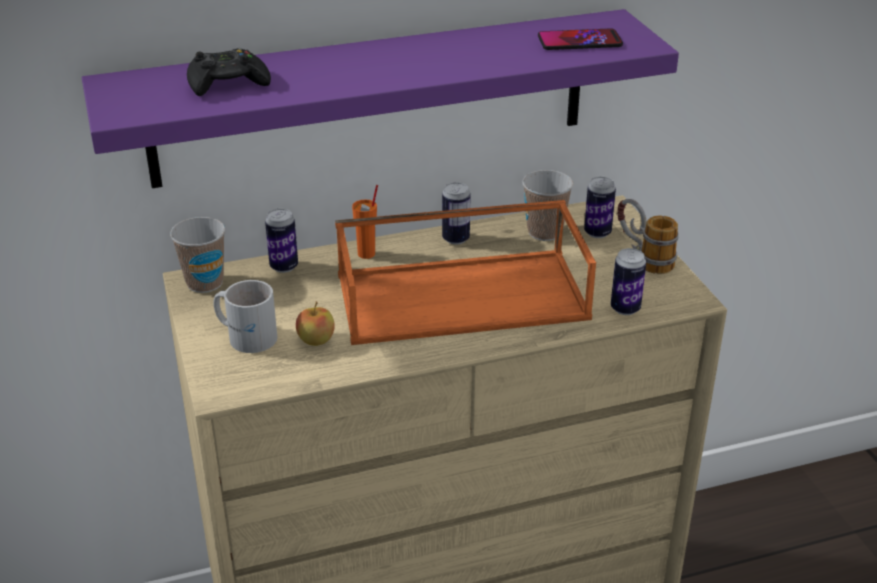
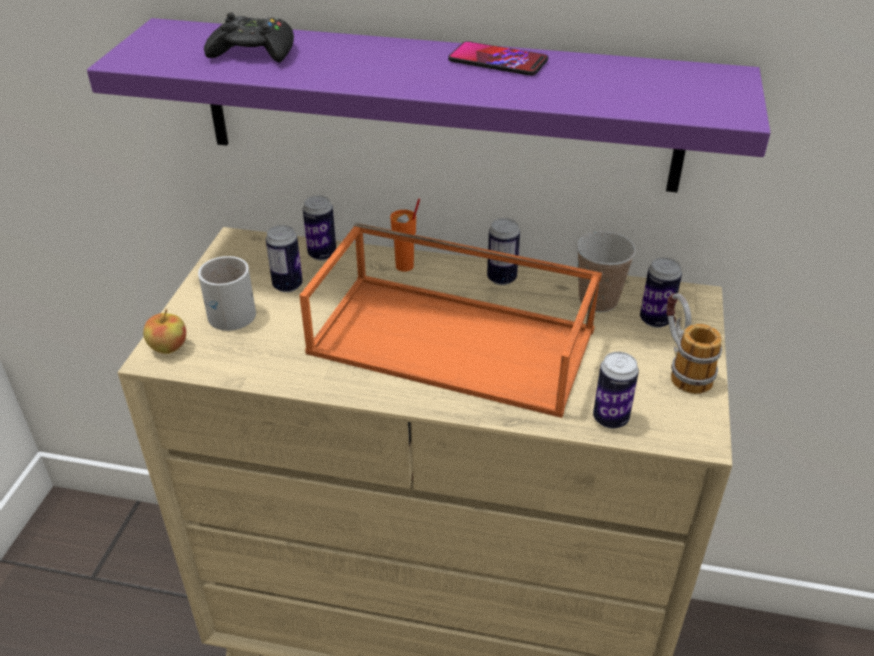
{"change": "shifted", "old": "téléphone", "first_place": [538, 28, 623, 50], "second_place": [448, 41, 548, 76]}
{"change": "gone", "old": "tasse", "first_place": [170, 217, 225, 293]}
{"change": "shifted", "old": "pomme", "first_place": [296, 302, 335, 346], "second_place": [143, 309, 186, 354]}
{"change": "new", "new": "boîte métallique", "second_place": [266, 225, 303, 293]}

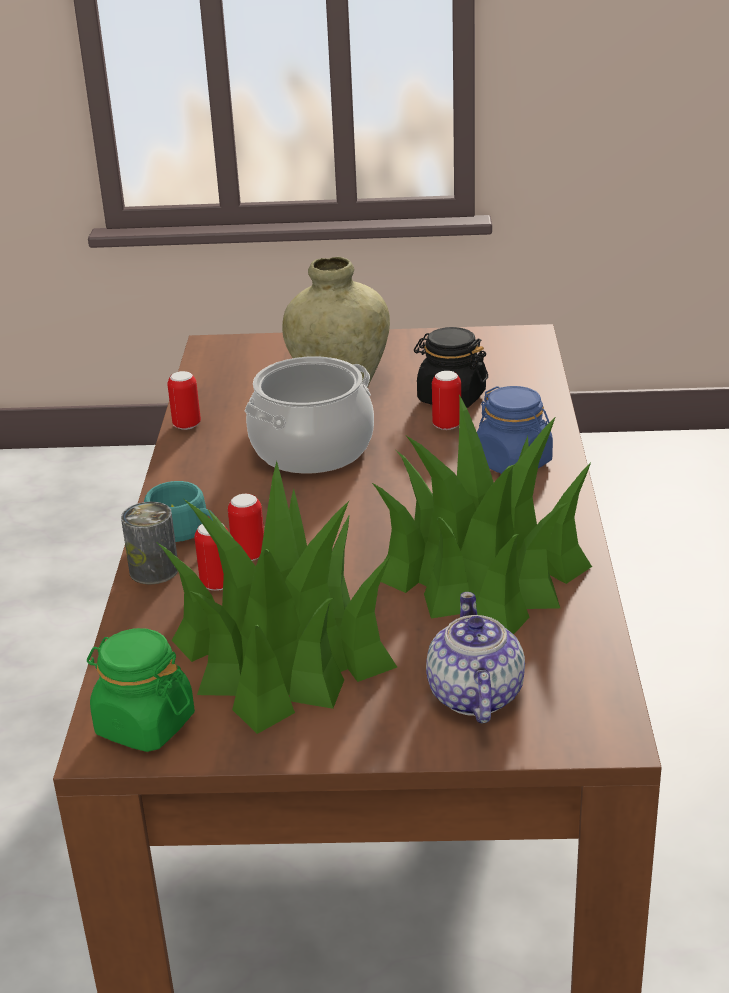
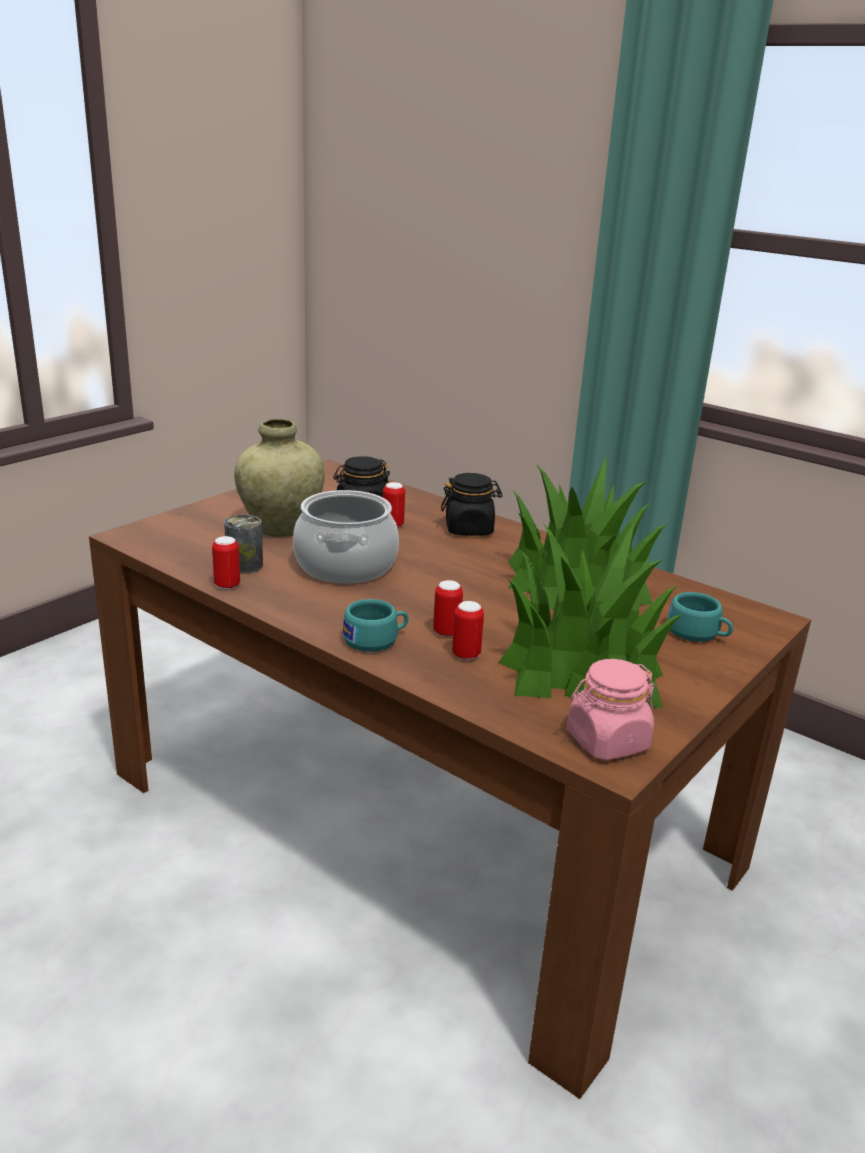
{"change": "repainted", "old": "bocal (bleu)", "new": "bocal (noir)", "first_place": [477, 386, 553, 474], "second_place": [441, 473, 503, 536]}
{"change": "shifted", "old": "boîte métallique", "first_place": [121, 502, 178, 584], "second_place": [224, 515, 263, 574]}
{"change": "swapped", "old": "théière", "new": "tasse (turquoise)", "first_place": [426, 592, 525, 724], "second_place": [667, 592, 733, 642]}
{"change": "repainted", "old": "bocal (vert)", "new": "bocal (rose)", "first_place": [87, 628, 195, 752], "second_place": [567, 659, 655, 760]}

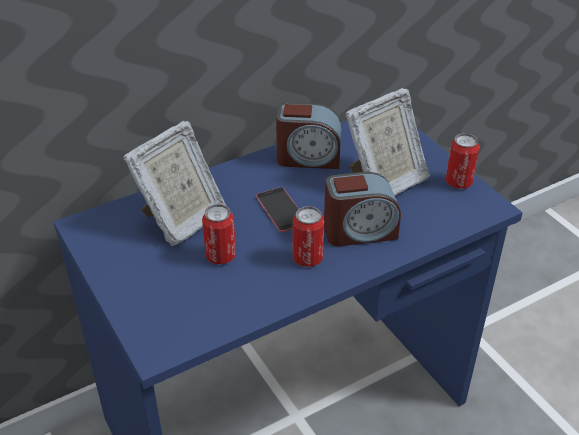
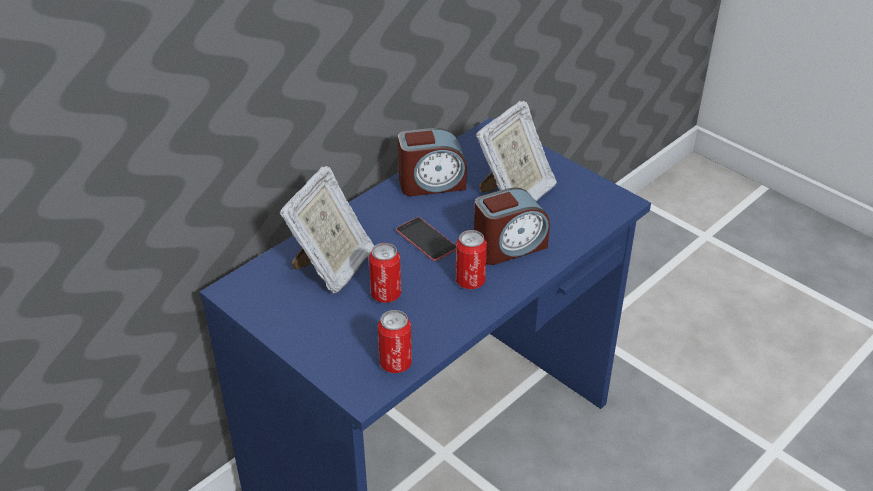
{"change": "shifted", "old": "boîte métallique", "first_place": [445, 133, 479, 189], "second_place": [378, 310, 412, 373]}

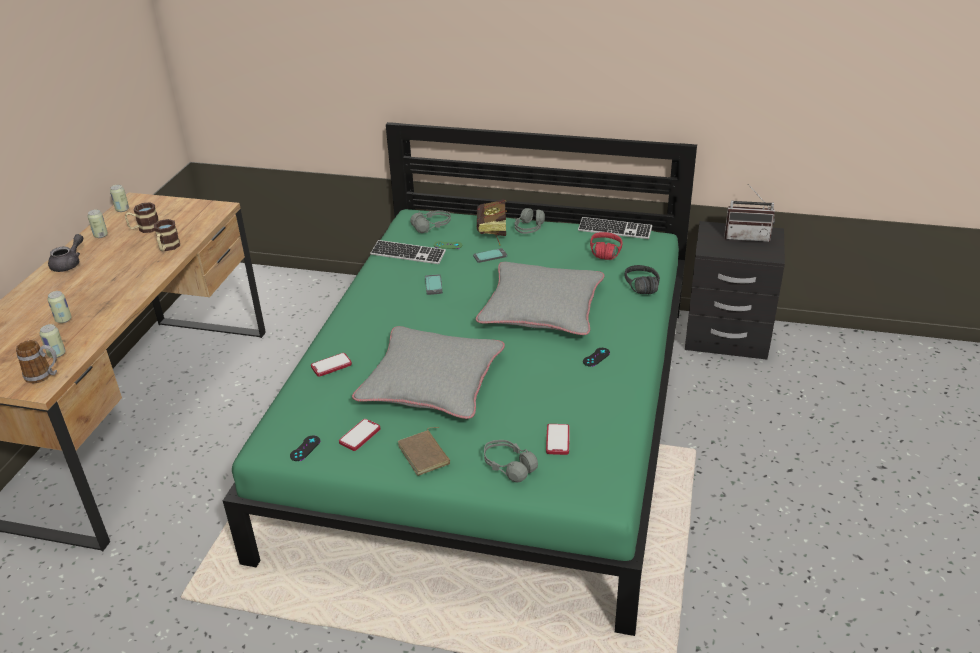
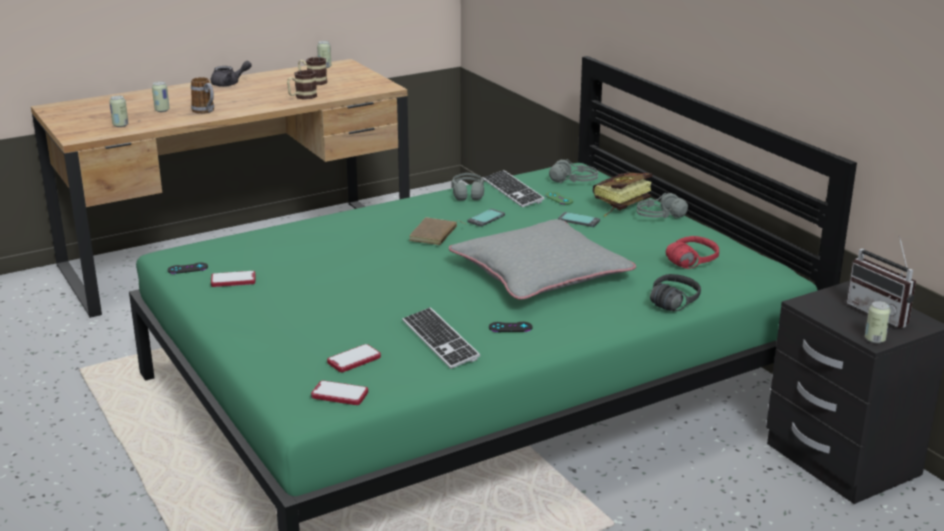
{"change": "shifted", "old": "boîte métallique", "first_place": [87, 209, 108, 238], "second_place": [865, 301, 891, 344]}
{"change": "shifted", "old": "clavier", "first_place": [578, 217, 652, 239], "second_place": [402, 307, 480, 369]}
{"change": "gone", "old": "coussin (gris)", "first_place": [352, 326, 505, 419]}
{"change": "shifted", "old": "mug", "first_place": [16, 340, 57, 383], "second_place": [191, 77, 214, 114]}
{"change": "shifted", "old": "téléphone", "first_place": [311, 353, 352, 377], "second_place": [311, 381, 368, 405]}
{"change": "shifted", "old": "livre (marron)", "first_place": [398, 427, 450, 476], "second_place": [409, 217, 467, 245]}
{"change": "shifted", "old": "casque audio (gris)", "first_place": [484, 440, 538, 482], "second_place": [452, 173, 484, 201]}

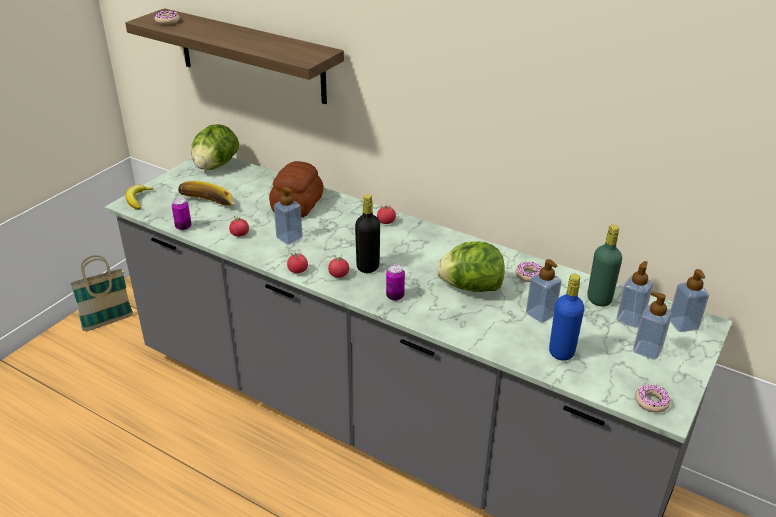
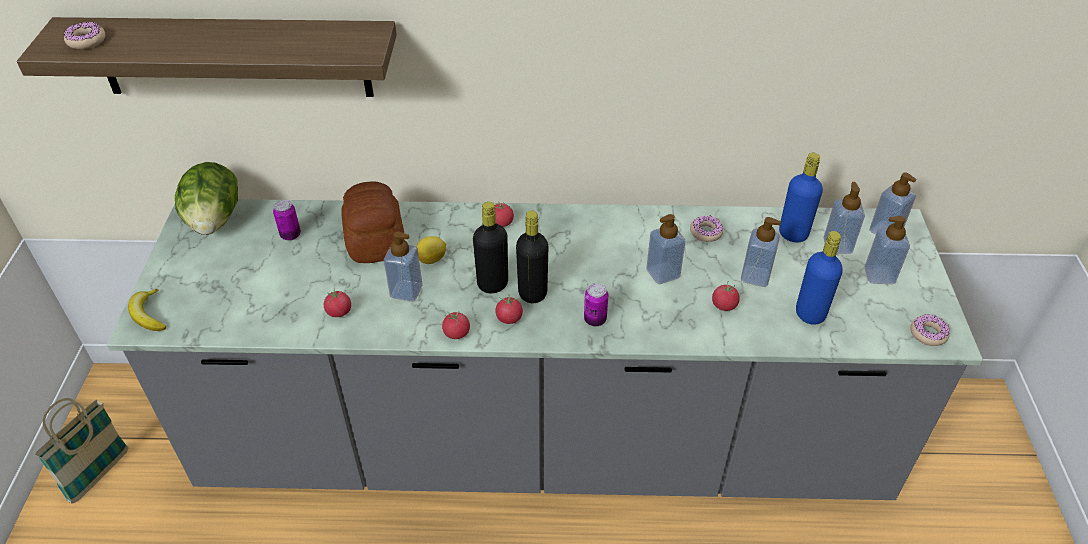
{"change": "gone", "old": "banane", "first_place": [178, 181, 235, 206]}
{"change": "shifted", "old": "boîte métallique", "first_place": [172, 198, 191, 231], "second_place": [273, 200, 301, 241]}
{"change": "repainted", "old": "bouteille (vert)", "new": "bouteille (bleu)", "first_place": [587, 225, 622, 306], "second_place": [779, 153, 823, 242]}
{"change": "swapped", "old": "laitue", "new": "distributeur de savon", "first_place": [437, 242, 504, 292], "second_place": [646, 214, 686, 284]}
{"change": "new", "new": "bouteille (noir)", "second_place": [473, 202, 508, 293]}
{"change": "new", "new": "citron", "second_place": [416, 236, 446, 264]}
{"change": "new", "new": "tomate", "second_place": [712, 281, 740, 311]}

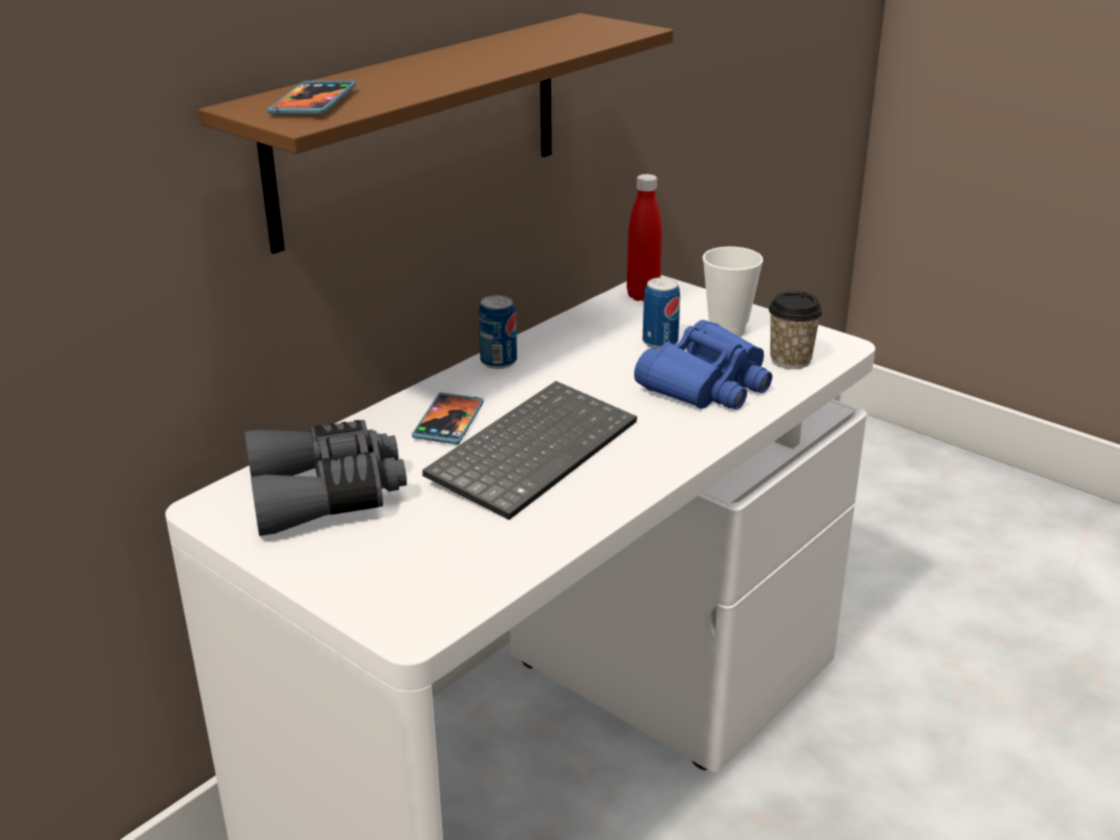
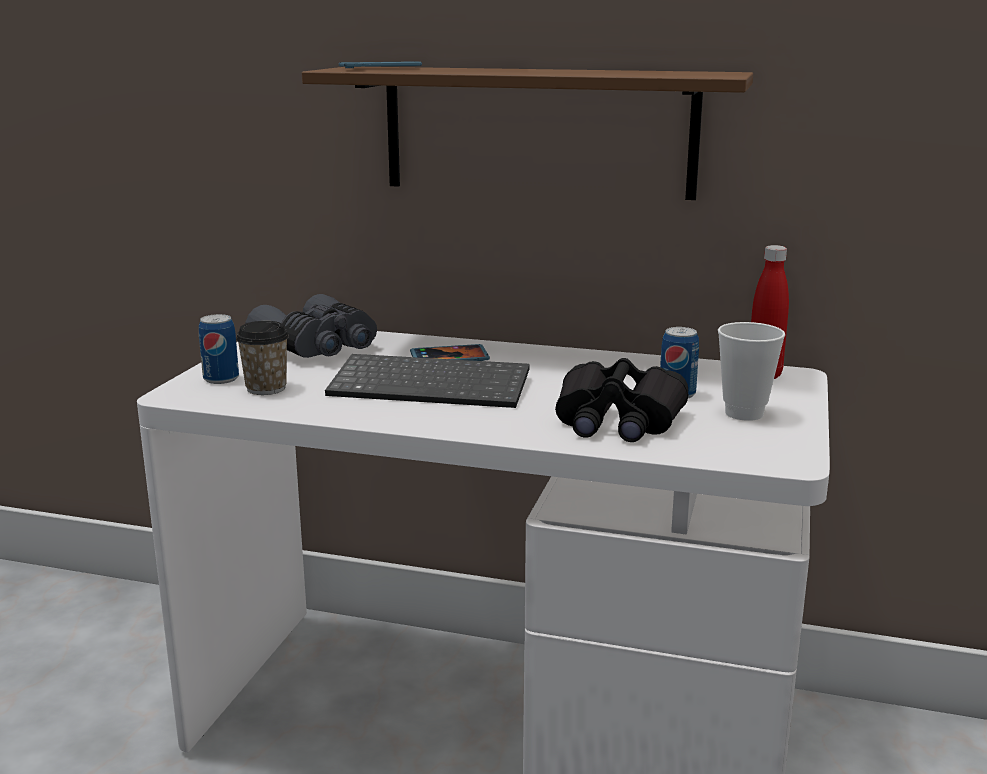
{"change": "shifted", "old": "tasse", "first_place": [769, 291, 822, 369], "second_place": [236, 321, 289, 395]}
{"change": "shifted", "old": "boîte métallique", "first_place": [479, 295, 517, 369], "second_place": [199, 314, 239, 384]}
{"change": "repainted", "old": "jumelles (bleu)", "new": "jumelles (noir)", "first_place": [634, 320, 772, 410], "second_place": [555, 358, 689, 442]}

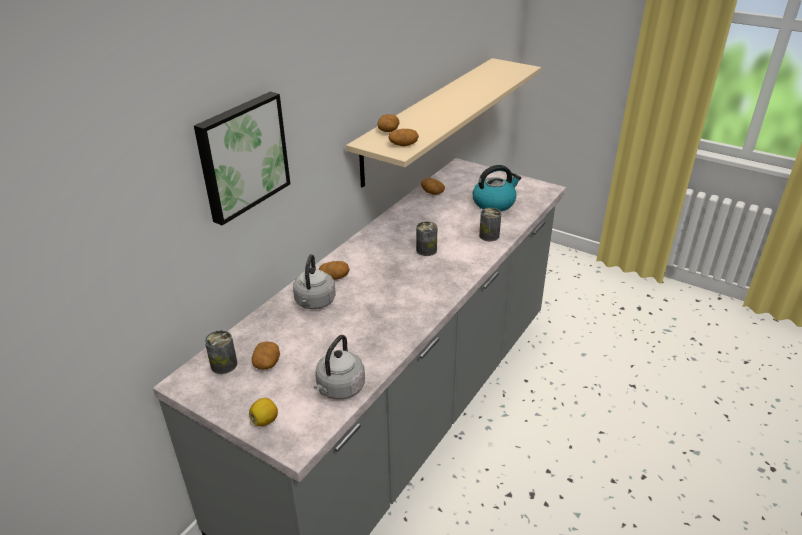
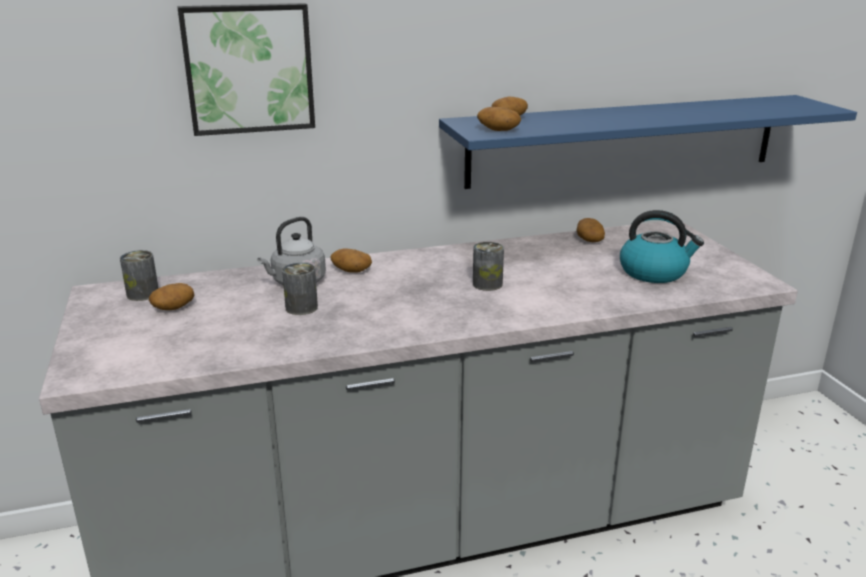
{"change": "repainted", "old": "étagère (beige)", "new": "étagère (bleu)", "first_place": [346, 58, 541, 188], "second_place": [439, 95, 857, 189]}
{"change": "shifted", "old": "boîte métallique", "first_place": [479, 208, 501, 242], "second_place": [282, 262, 318, 315]}
{"change": "gone", "old": "bouilloire (gris)", "first_place": [314, 335, 365, 399]}
{"change": "gone", "old": "citron", "first_place": [249, 398, 278, 426]}

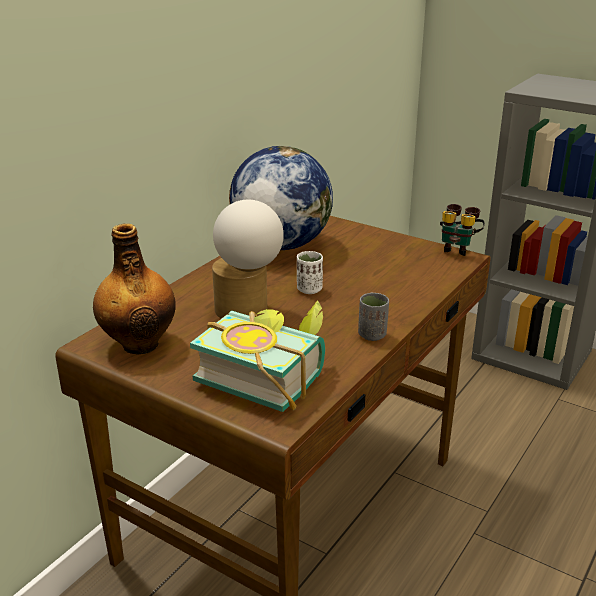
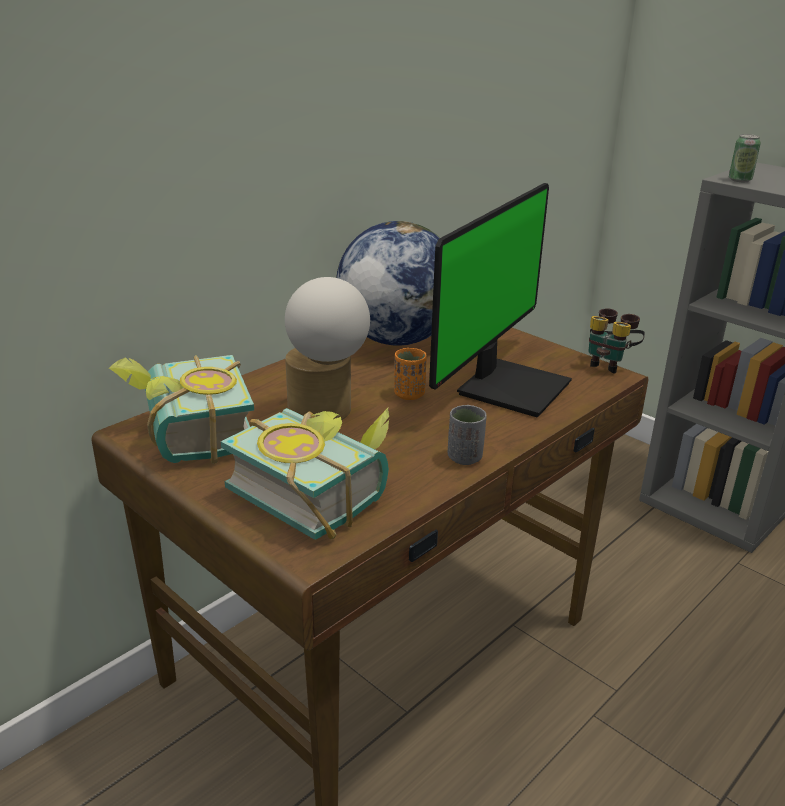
{"change": "swapped", "old": "bouteille", "new": "livre", "first_place": [93, 223, 176, 355], "second_place": [109, 355, 254, 464]}
{"change": "repainted", "old": "tasse (blanc)", "new": "tasse (orange)", "first_place": [297, 251, 323, 294], "second_place": [394, 348, 427, 400]}
{"change": "new", "new": "boîte métallique", "second_place": [729, 134, 761, 182]}
{"change": "new", "new": "écran d'ordinateur", "second_place": [429, 183, 572, 418]}

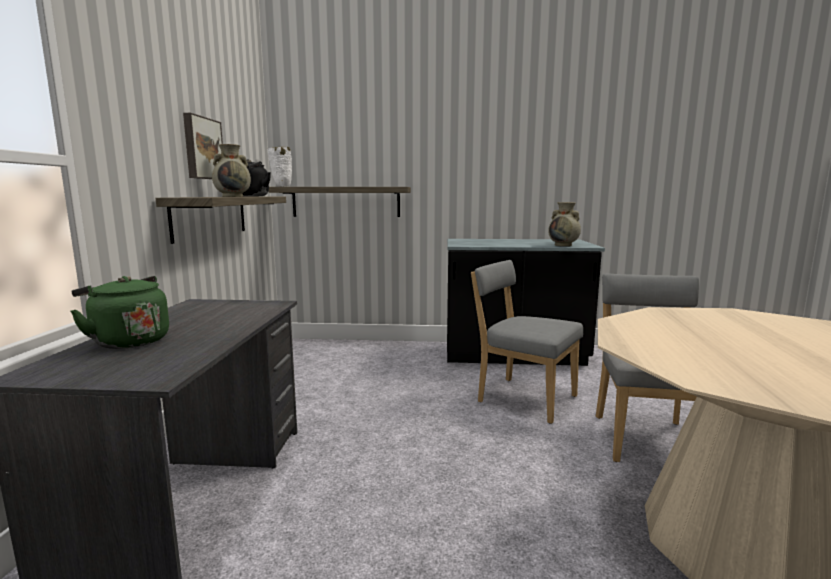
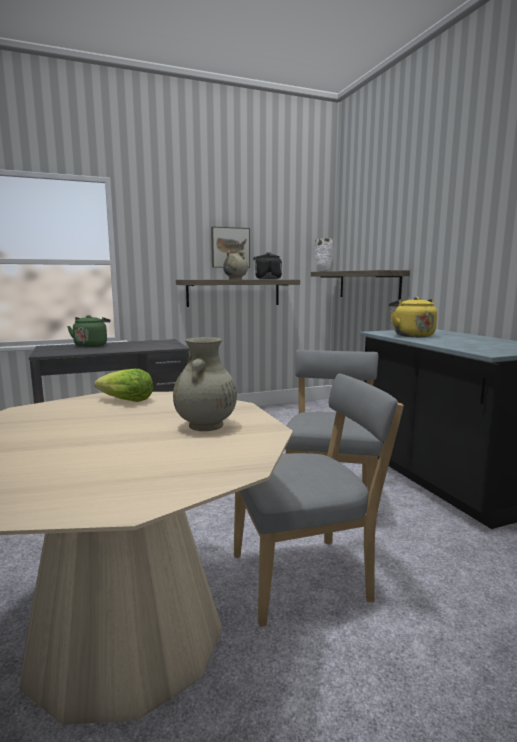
{"change": "shifted", "old": "vase (beige)", "first_place": [548, 202, 581, 246], "second_place": [173, 337, 237, 431]}
{"change": "new", "new": "bouilloire (jaune)", "second_place": [389, 297, 437, 337]}
{"change": "new", "new": "laitue", "second_place": [94, 369, 153, 402]}

